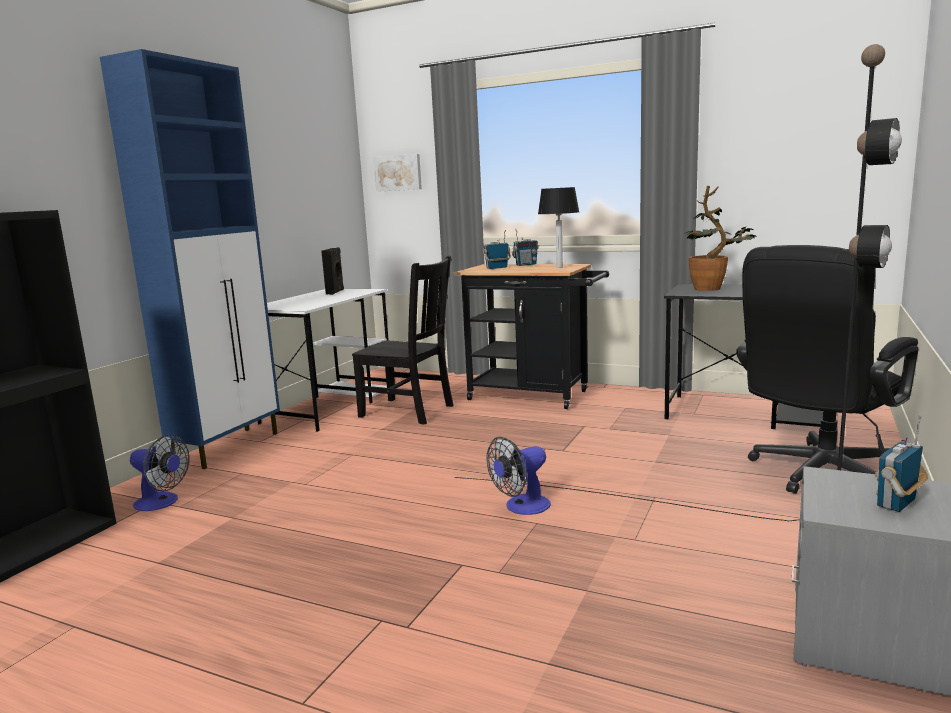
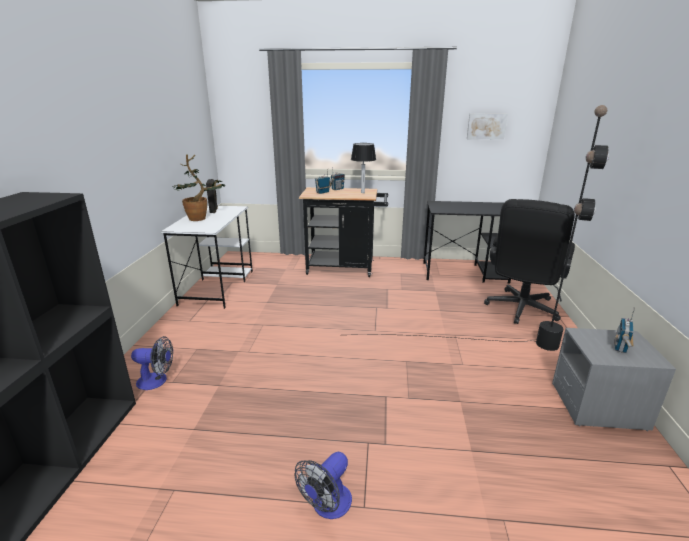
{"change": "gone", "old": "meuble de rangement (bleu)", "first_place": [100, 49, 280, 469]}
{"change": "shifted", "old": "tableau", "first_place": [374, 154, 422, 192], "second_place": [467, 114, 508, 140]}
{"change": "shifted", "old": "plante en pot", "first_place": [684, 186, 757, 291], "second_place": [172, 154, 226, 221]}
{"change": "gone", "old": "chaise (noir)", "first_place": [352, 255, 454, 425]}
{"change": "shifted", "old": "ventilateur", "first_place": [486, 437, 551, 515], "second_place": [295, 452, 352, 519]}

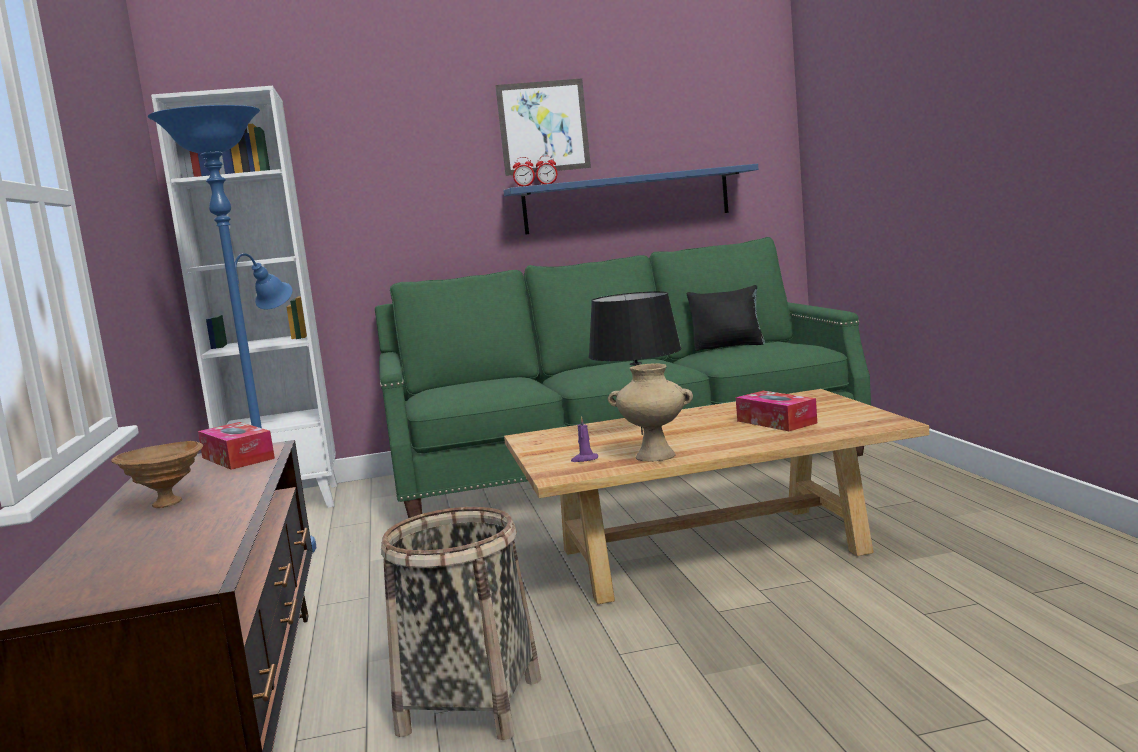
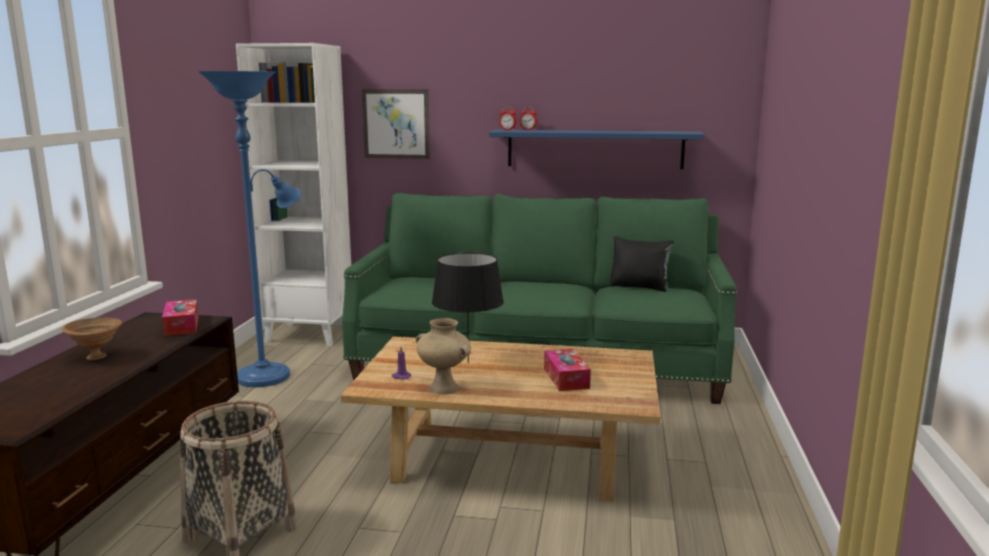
{"change": "shifted", "old": "tableau", "first_place": [495, 78, 591, 176], "second_place": [362, 89, 430, 159]}

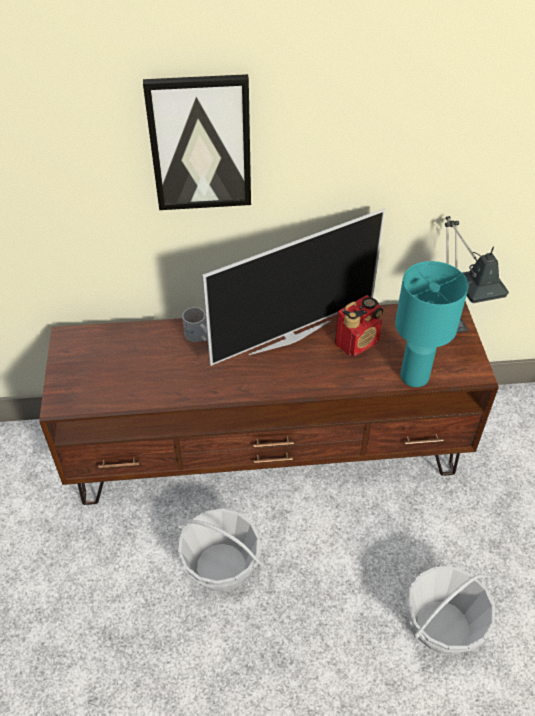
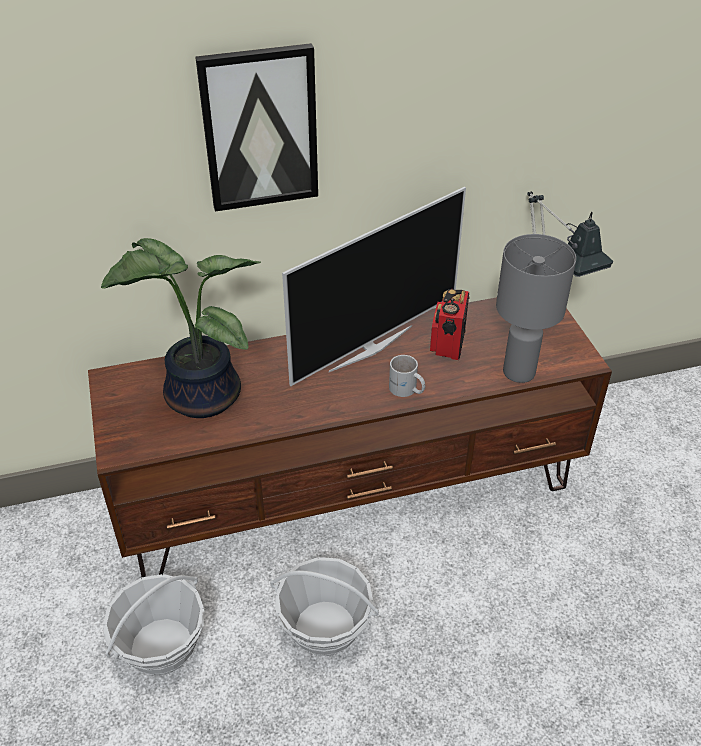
{"change": "repainted", "old": "lampe de table (turquoise)", "new": "lampe de table (gris)", "first_place": [395, 261, 469, 387], "second_place": [496, 234, 576, 383]}
{"change": "rotated", "old": "radio", "first_place": [335, 295, 383, 356], "second_place": [430, 289, 469, 360], "degrees": 150}
{"change": "shifted", "old": "mug (blanc)", "first_place": [182, 307, 208, 342], "second_place": [389, 355, 425, 397]}
{"change": "shifted", "old": "panier", "first_place": [406, 566, 495, 655], "second_place": [103, 574, 205, 676]}
{"change": "new", "new": "plante en pot", "second_place": [101, 238, 261, 418]}

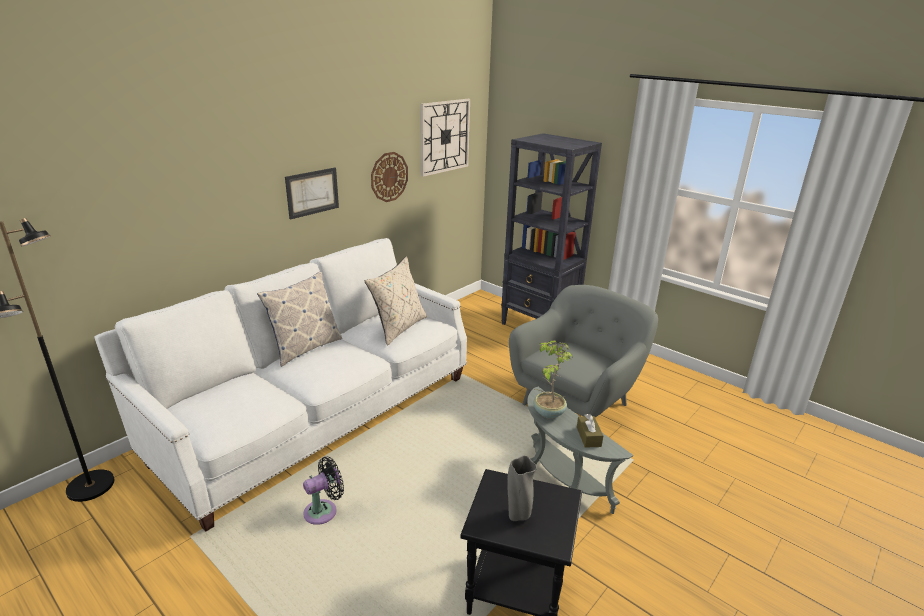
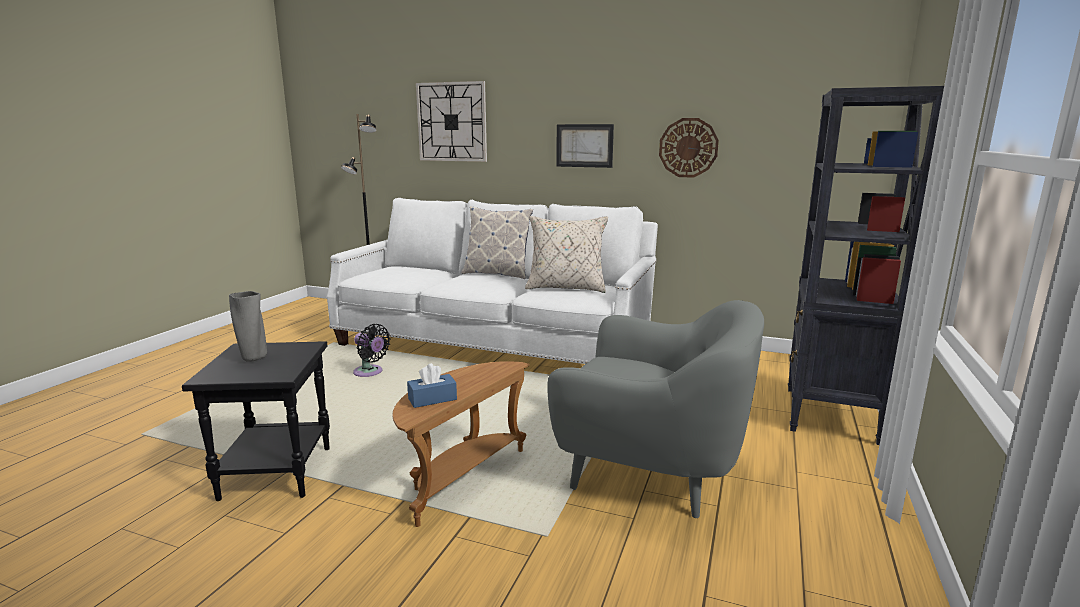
{"change": "shifted", "old": "horloge murale", "first_place": [420, 99, 470, 177], "second_place": [416, 81, 487, 162]}
{"change": "gone", "old": "plante en pot", "first_place": [533, 340, 573, 419]}
{"change": "repainted", "old": "table d'appoint (gris)", "new": "table d'appoint (marron)", "first_place": [527, 387, 633, 514], "second_place": [392, 361, 530, 527]}
{"change": "repainted", "old": "boîte à mouchoirs (marron)", "new": "boîte à mouchoirs (bleu)", "first_place": [577, 414, 603, 448], "second_place": [407, 363, 457, 408]}

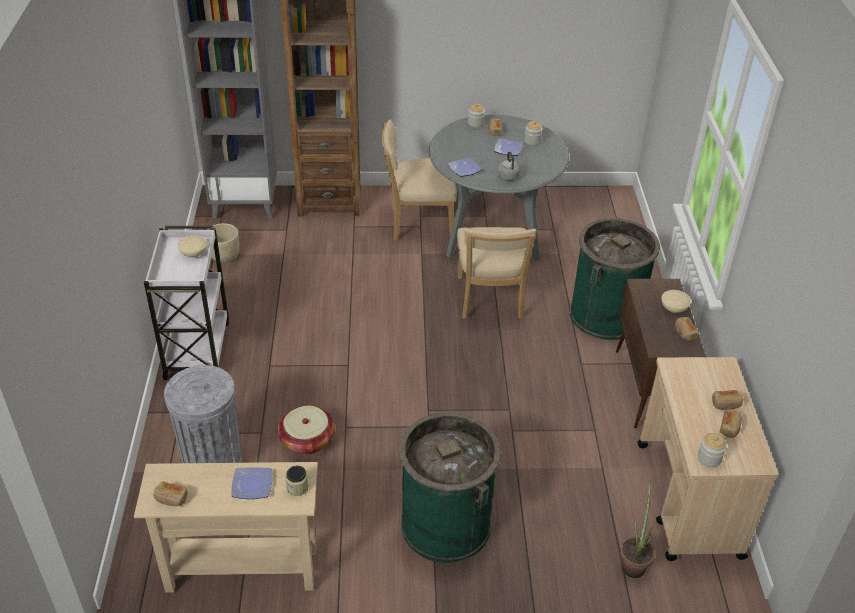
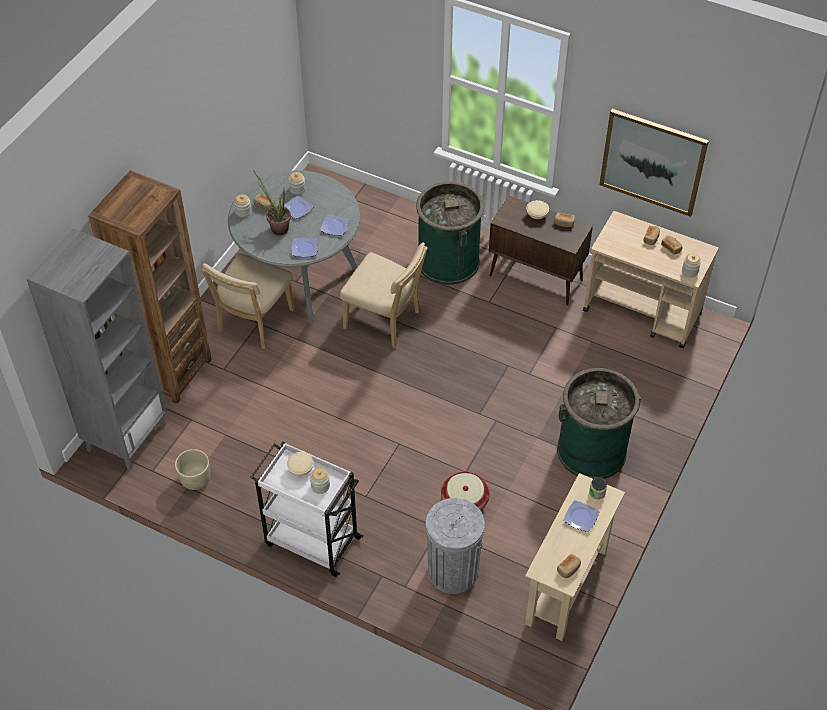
{"change": "swapped", "old": "bouilloire (gris)", "new": "assiette", "first_place": [497, 152, 520, 181], "second_place": [320, 215, 350, 236]}
{"change": "shifted", "old": "plante en pot", "first_place": [620, 480, 655, 578], "second_place": [253, 170, 291, 235]}
{"change": "new", "new": "tableau", "second_place": [599, 109, 709, 217]}
{"change": "new", "new": "bocal", "second_place": [310, 468, 330, 494]}

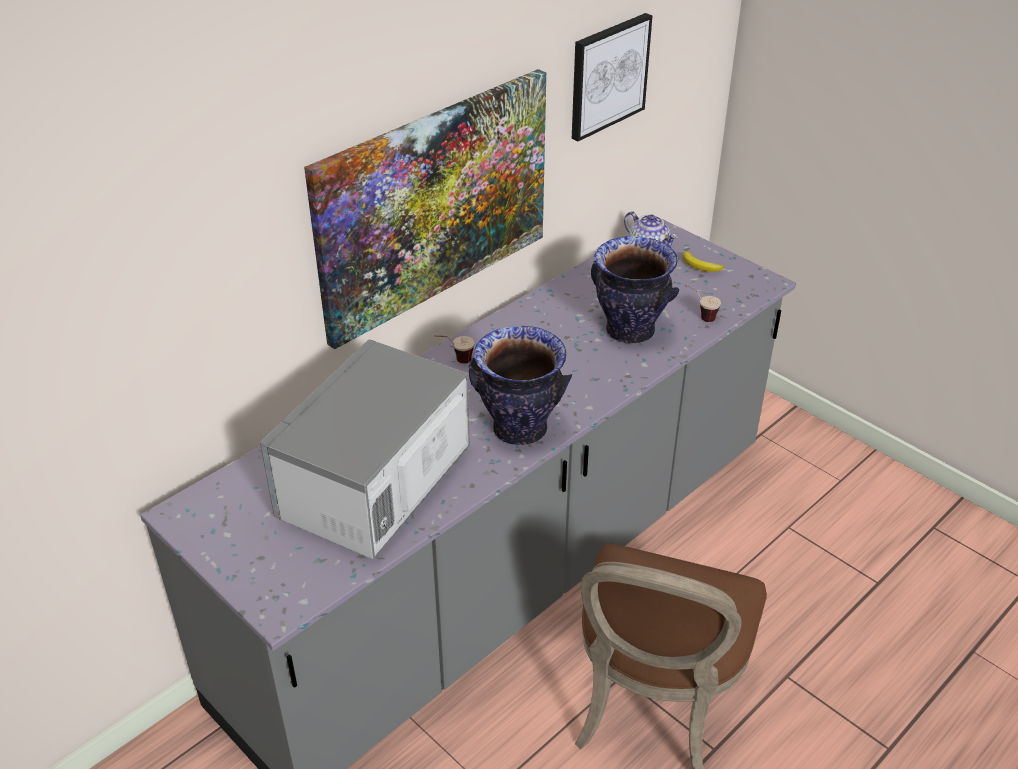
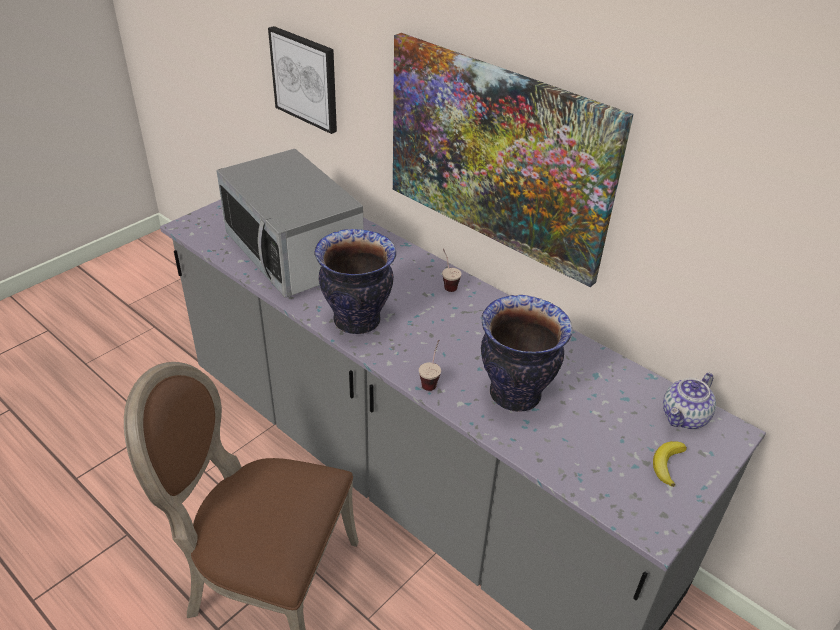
{"change": "shifted", "old": "tableau", "first_place": [572, 13, 652, 141], "second_place": [268, 26, 337, 134]}
{"change": "shifted", "old": "tasse", "first_place": [685, 284, 721, 322], "second_place": [419, 340, 441, 391]}
{"change": "rotated", "old": "micro-ondes", "first_place": [260, 340, 470, 559], "second_place": [217, 149, 363, 298], "degrees": -150}

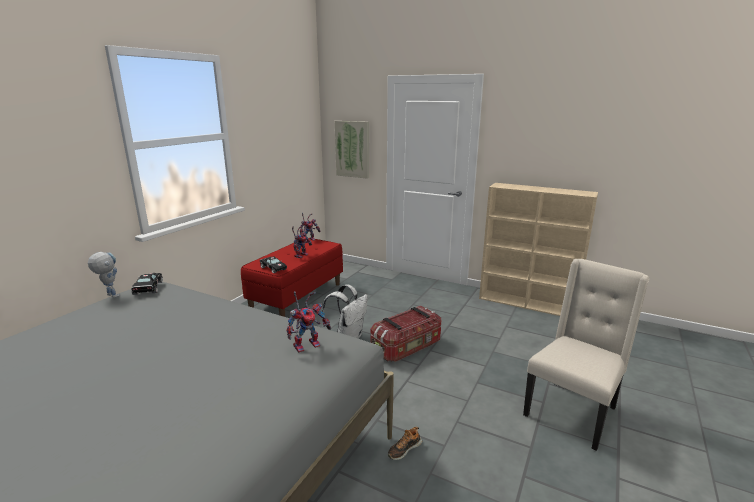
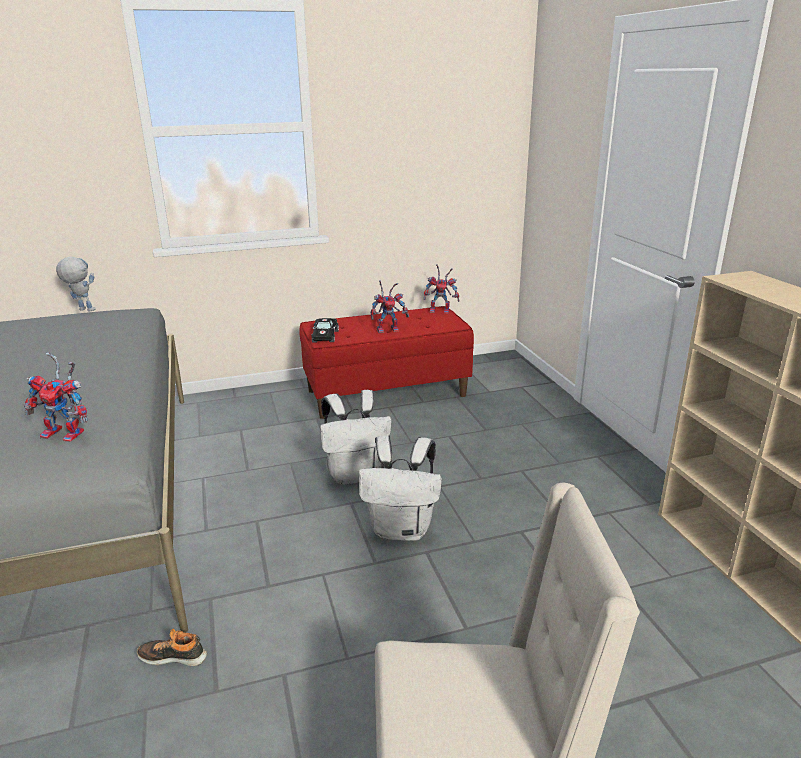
{"change": "gone", "old": "tableau", "first_place": [335, 121, 369, 179]}
{"change": "rotated", "old": "robot jouet", "first_place": [88, 252, 120, 298], "second_place": [56, 257, 96, 311], "degrees": -60}
{"change": "gone", "old": "petite voiture (noir)", "first_place": [132, 273, 163, 295]}
{"change": "swapped", "old": "boîte de rangement", "new": "sac à dos (blanc)", "first_place": [370, 306, 441, 362], "second_place": [359, 436, 442, 541]}

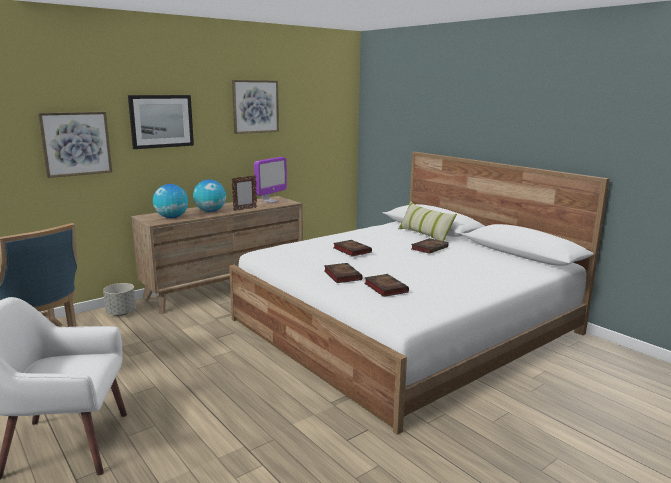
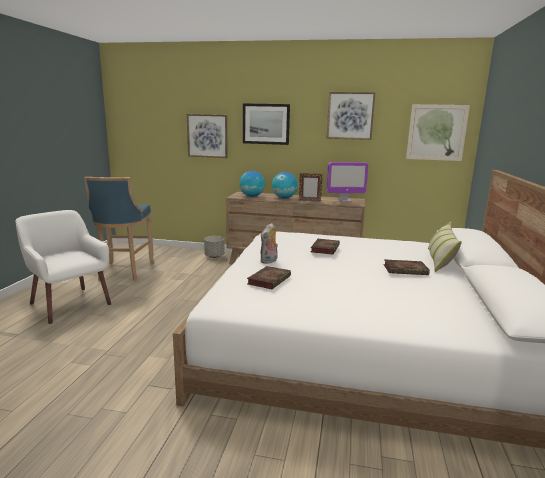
{"change": "swapped", "old": "livre", "new": "peluche", "first_place": [324, 263, 362, 283], "second_place": [261, 223, 278, 264]}
{"change": "new", "new": "tableau", "second_place": [406, 104, 470, 161]}

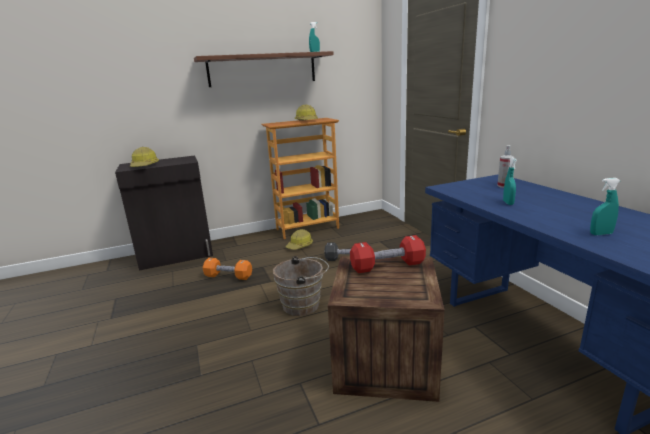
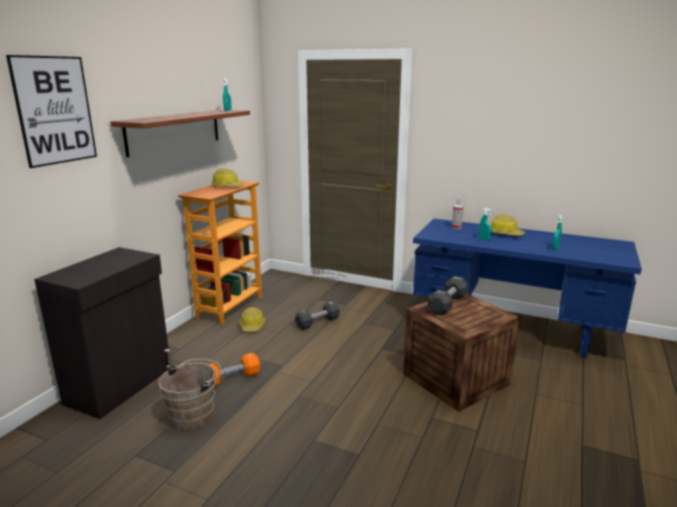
{"change": "shifted", "old": "casque de chantier", "first_place": [130, 147, 159, 167], "second_place": [491, 214, 525, 236]}
{"change": "repainted", "old": "haltère (rouge)", "new": "haltère (noir)", "first_place": [350, 235, 426, 273], "second_place": [428, 276, 468, 315]}
{"change": "shifted", "old": "seau (marron)", "first_place": [273, 256, 329, 316], "second_place": [158, 359, 221, 430]}
{"change": "new", "new": "tableau", "second_place": [6, 55, 97, 168]}

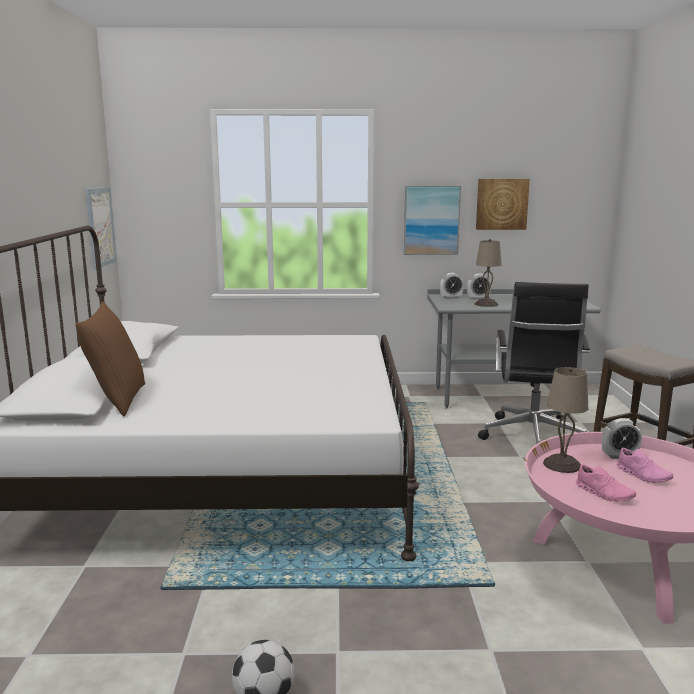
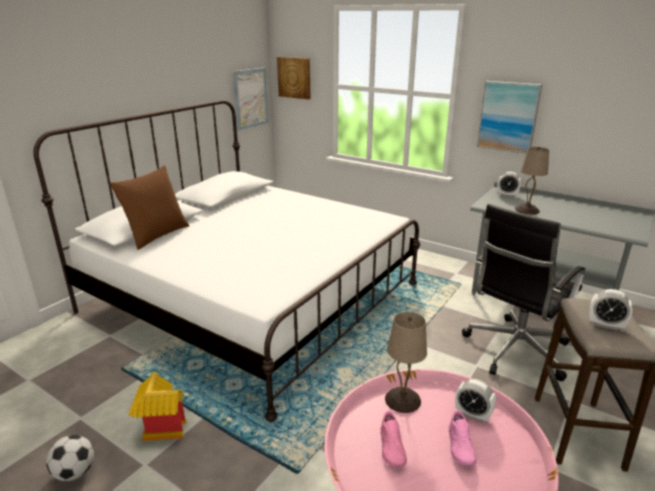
{"change": "shifted", "old": "tableau", "first_place": [476, 179, 530, 230], "second_place": [277, 57, 311, 100]}
{"change": "shifted", "old": "réveil", "first_place": [467, 274, 491, 300], "second_place": [589, 289, 633, 331]}
{"change": "new", "new": "maison miniature", "second_place": [129, 372, 187, 441]}

